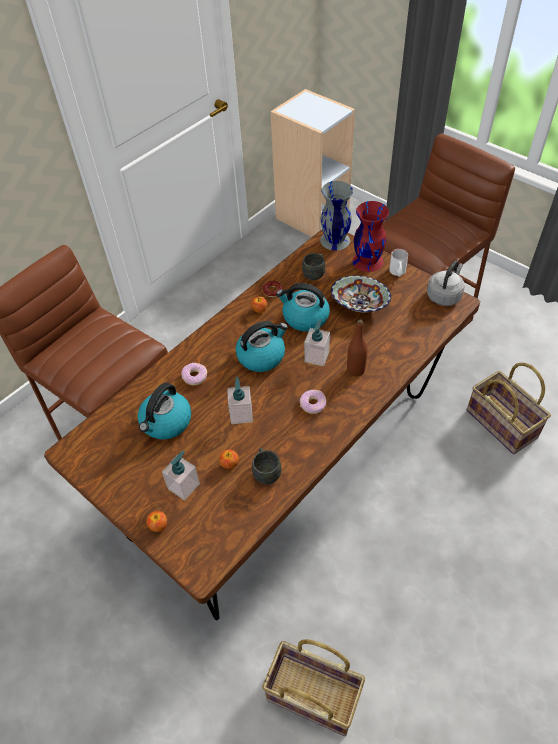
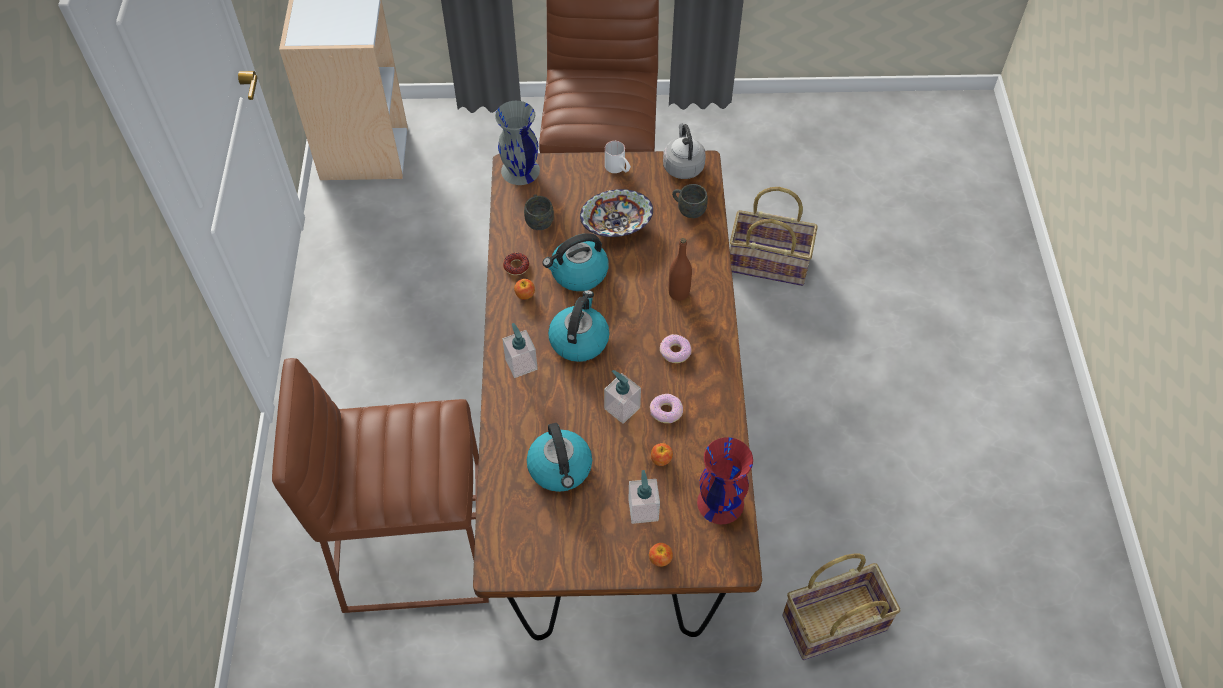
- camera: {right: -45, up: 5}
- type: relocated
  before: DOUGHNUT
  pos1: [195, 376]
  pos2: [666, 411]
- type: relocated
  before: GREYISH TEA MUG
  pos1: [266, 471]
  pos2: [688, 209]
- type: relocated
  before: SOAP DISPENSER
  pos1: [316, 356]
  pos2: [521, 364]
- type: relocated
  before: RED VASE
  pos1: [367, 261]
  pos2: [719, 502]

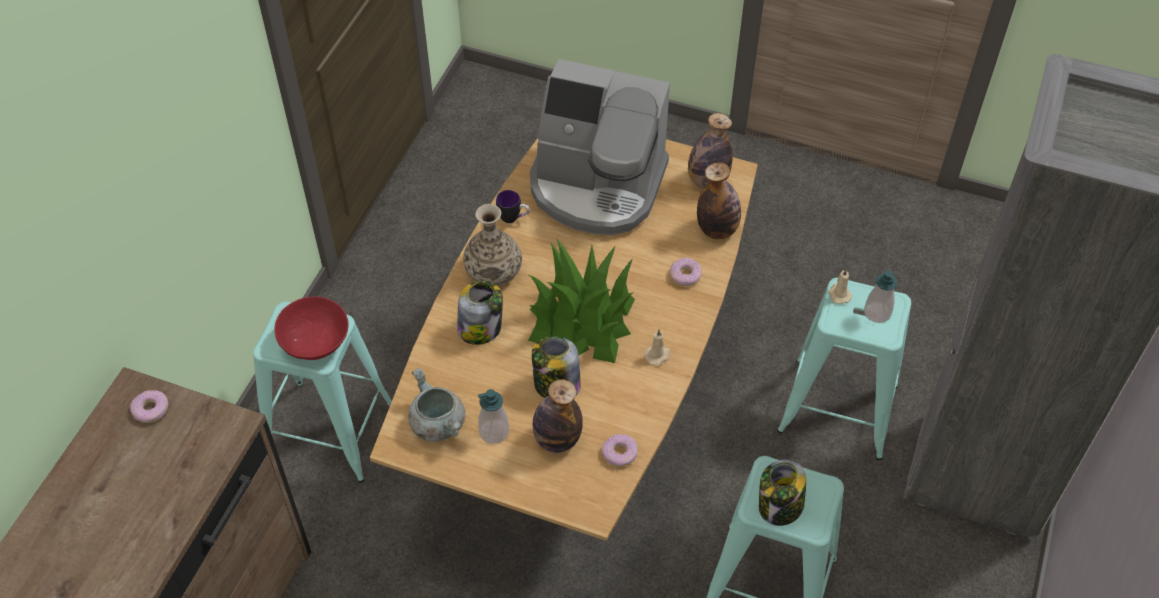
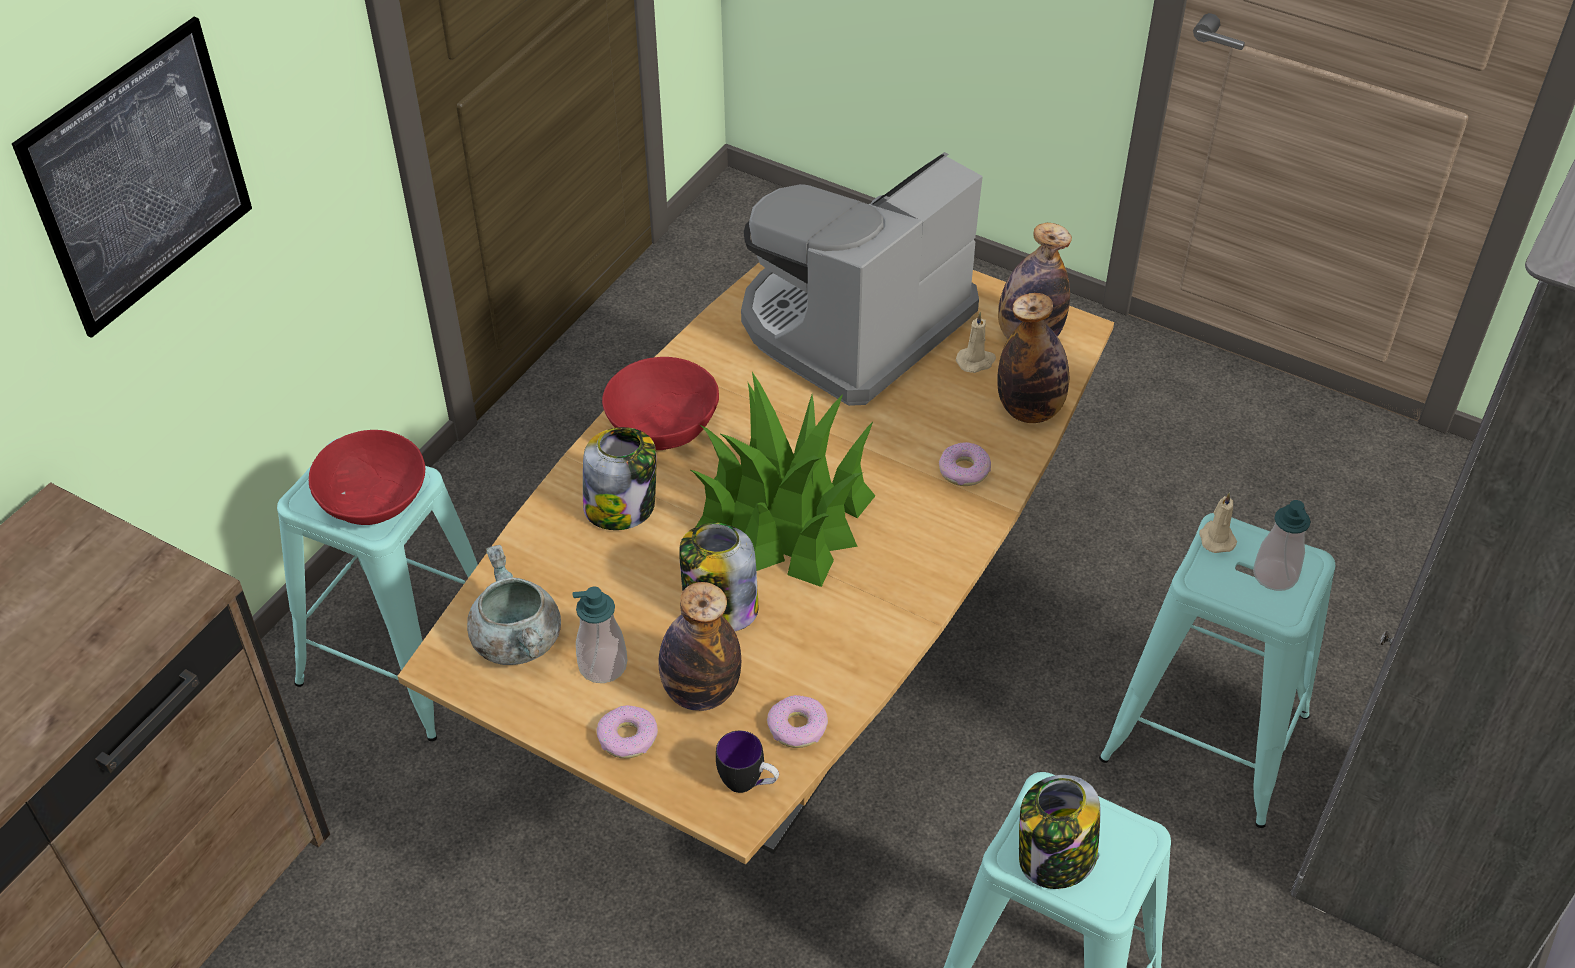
- camera: {right: 10, up: -5}
- type: relocated
  before: DOUGHNUT
  pos1: [151, 410]
  pos2: [628, 738]
- type: exchanged
  before: VASE
  after: RED SERVING BOWL
  pos1: [493, 271]
  pos2: [662, 427]
- type: relocated
  before: TEA MUG
  pos1: [513, 218]
  pos2: [748, 784]
- type: spun
  before: COFFEE BREWER
  pos1: [597, 186]
  pos2: [853, 325]
  turn: 105
- type: relocated
  before: BEIGE-COLOURED CANDLE
  pos1: [658, 355]
  pos2: [976, 361]
- type: appeared
  after: WALL ART
  pos2: [139, 177]

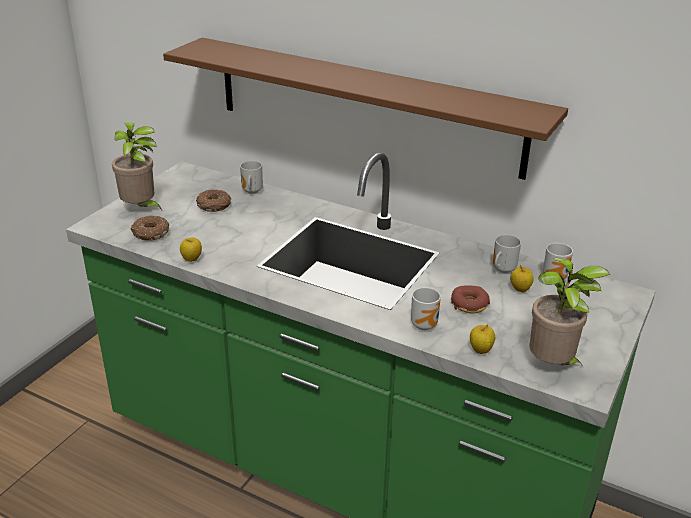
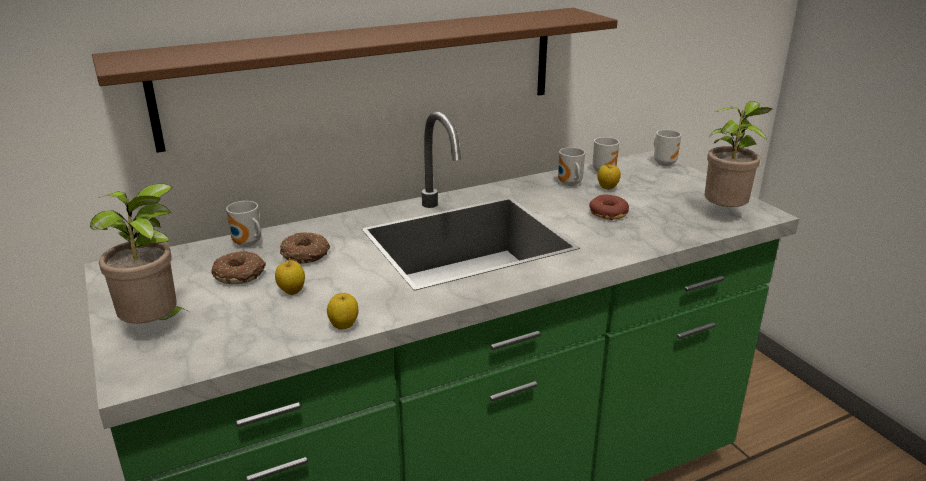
- camera: {right: -55, up: -5}
- type: relocated
  before: DOUGHNUT
  pos1: [150, 234]
  pos2: [305, 255]
- type: relocated
  before: TEA MUG
  pos1: [426, 325]
  pos2: [664, 163]
- type: relocated
  before: WHOLE APPLE
  pos1: [480, 350]
  pos2: [291, 292]

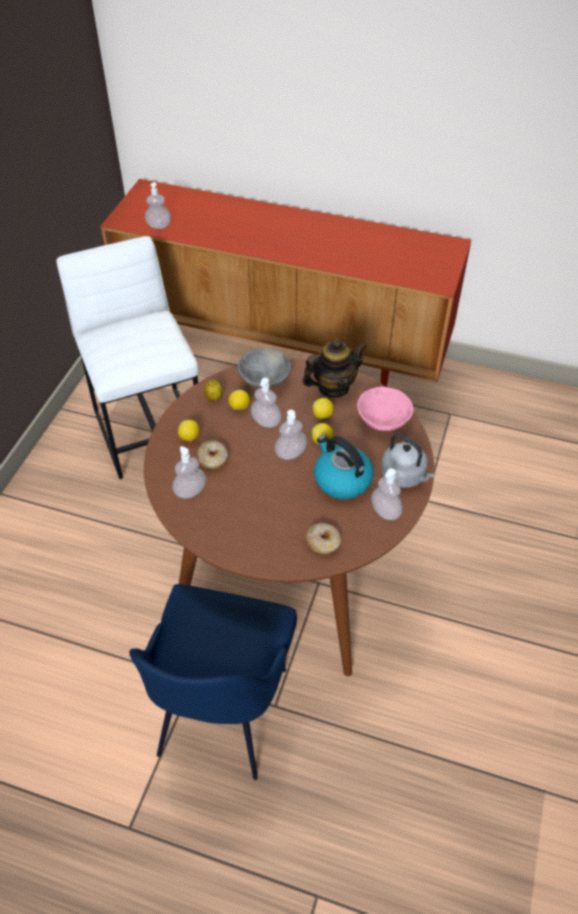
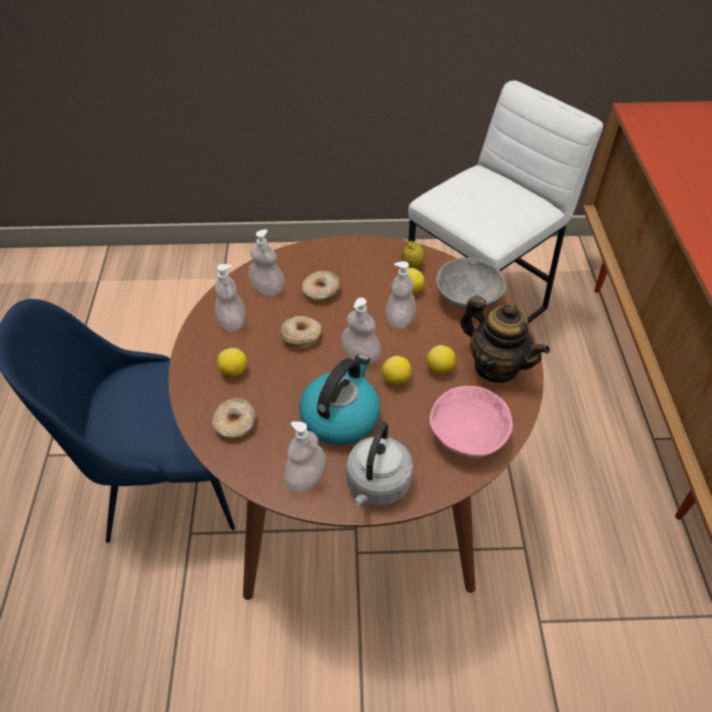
- camera: {right: 70, up: 0}
- type: relocated
  before: SOAP DISPENSER
  pos1: [159, 225]
  pos2: [232, 322]
- type: relocated
  before: CITRUS FRUIT
  pos1: [190, 438]
  pos2: [233, 371]
- type: appeared
  after: DOUGHNUT
  pos2: [301, 336]

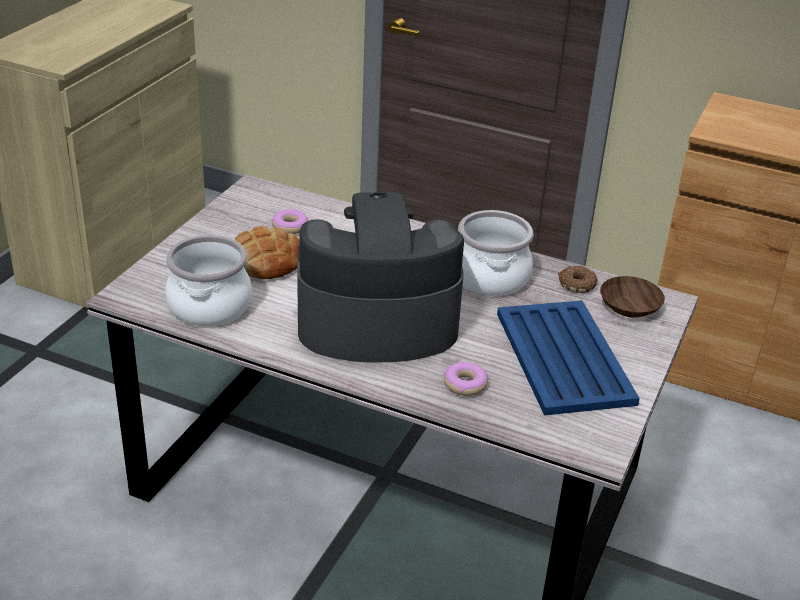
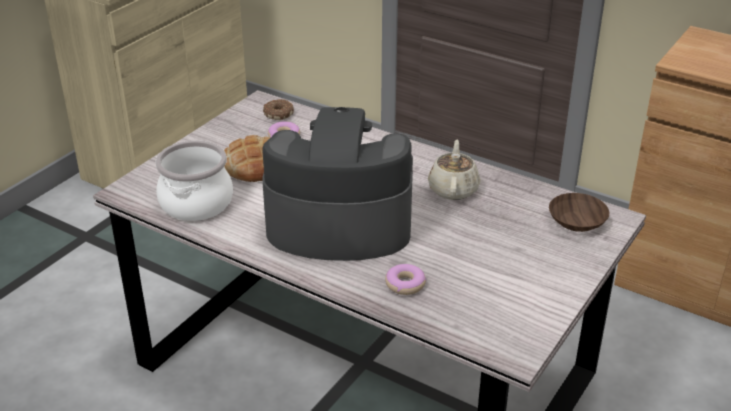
- camera: {right: 10, up: 0}
- type: exchanged
  before: SAUCEPOT
  after: BEIGE-COLOURED TEA POT
  pos1: [491, 277]
  pos2: [453, 189]
- type: missing
  before: BLUISH CARRYING TRAY
  pos1: [564, 359]
- type: relocated
  before: DOUGHNUT
  pos1: [576, 284]
  pos2: [278, 114]

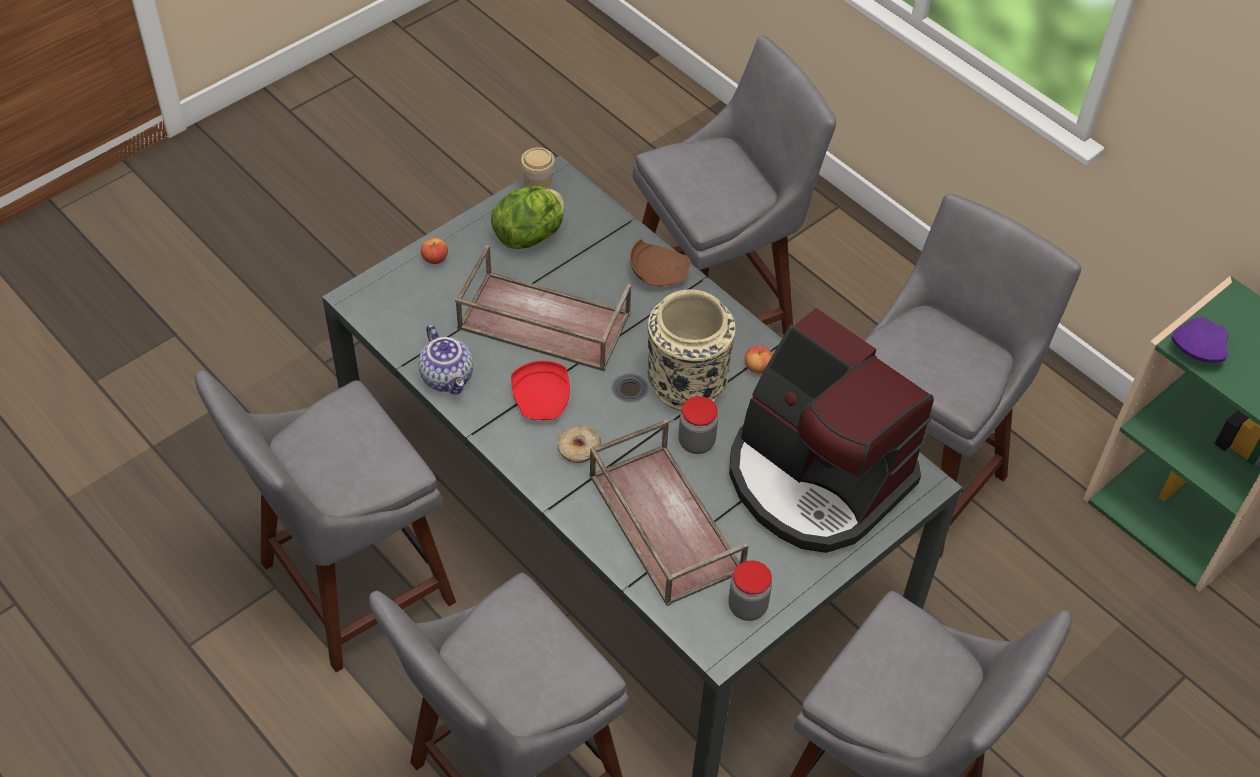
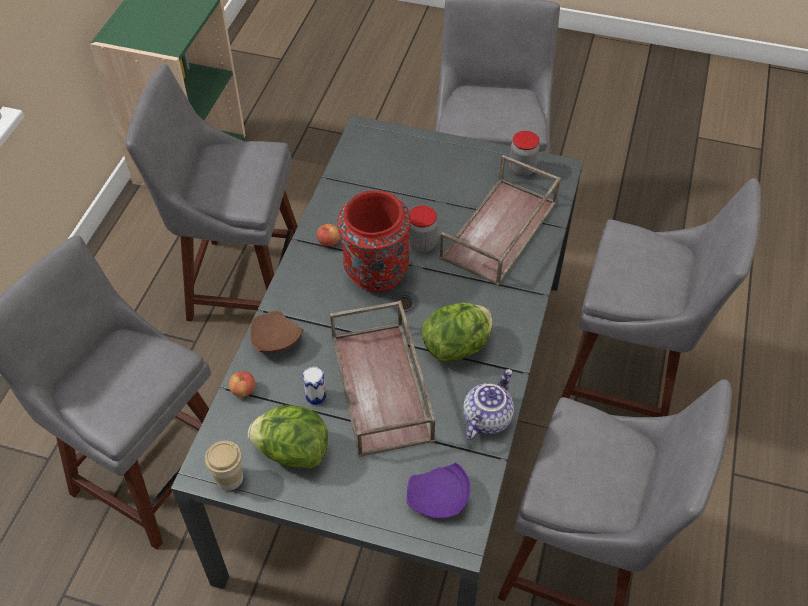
- camera: {right: -120, up: 0}
- type: relocated
  before: WHOLE APPLE
  pos1: [435, 259]
  pos2: [243, 390]
- type: exchanged
  before: RED FLAT DISH
  after: LETTUCE
  pos1: [542, 400]
  pos2: [457, 346]
- type: missing
  before: DOUGHNUT
  pos1: [579, 449]
- type: colour
  before: BEIGE-COLOURED VASE
  after: RED VASE
  pos1: [686, 384]
  pos2: [376, 272]
- type: missing
  before: COFFEE BREWER
  pos1: [816, 478]
- type: relocated
  before: PURPLE FLAT DISH
  pos1: [1196, 349]
  pos2: [438, 499]
- type: appeared
  after: SEALED CAN
  pos2: [316, 396]

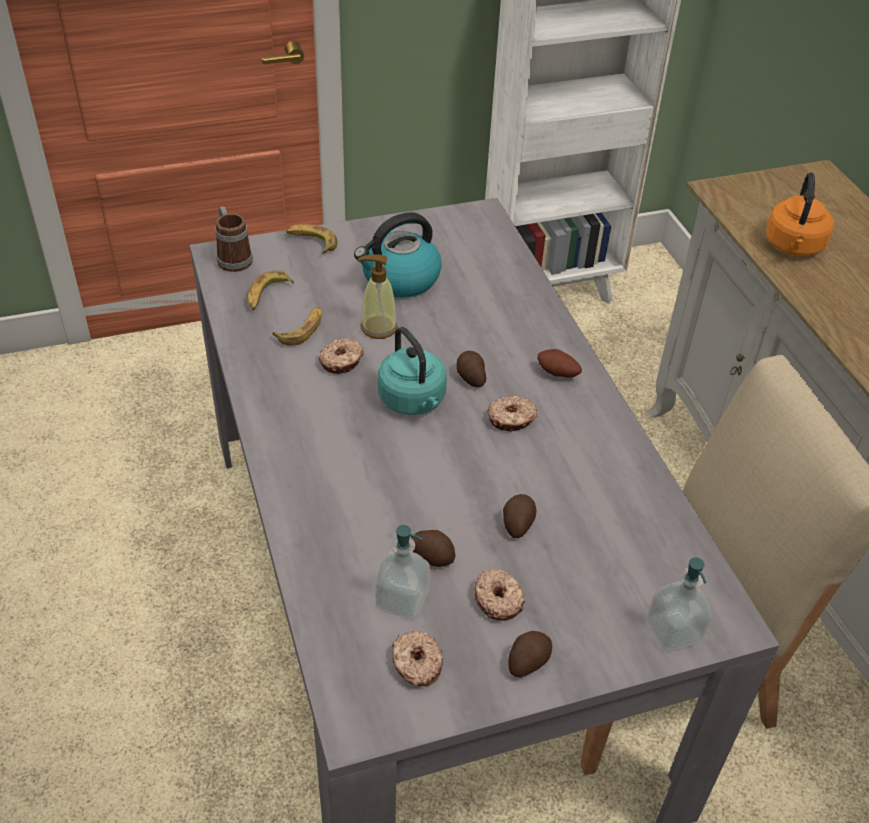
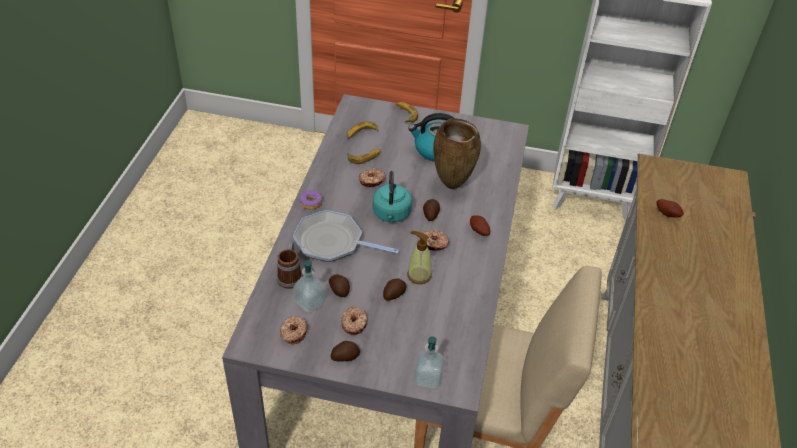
- camera: {right: 30, up: 0}
- type: relocated
  before: TEA MUG
  pos1: [232, 257]
  pos2: [290, 275]
- type: relocated
  before: SOAP DISPENSER
  pos1: [378, 327]
  pos2: [419, 275]
- type: exchanged
  before: ORANGE-COLOURED TEA KETTLE
  after: POTATO
  pos1: [793, 247]
  pos2: [668, 213]
- type: appeared
  after: FRYING PAN
  pos2: [332, 242]
- type: appeared
  after: DOUGHNUT
  pos2: [310, 203]
- type: appeared
  after: BROWN VASE
  pos2: [453, 185]

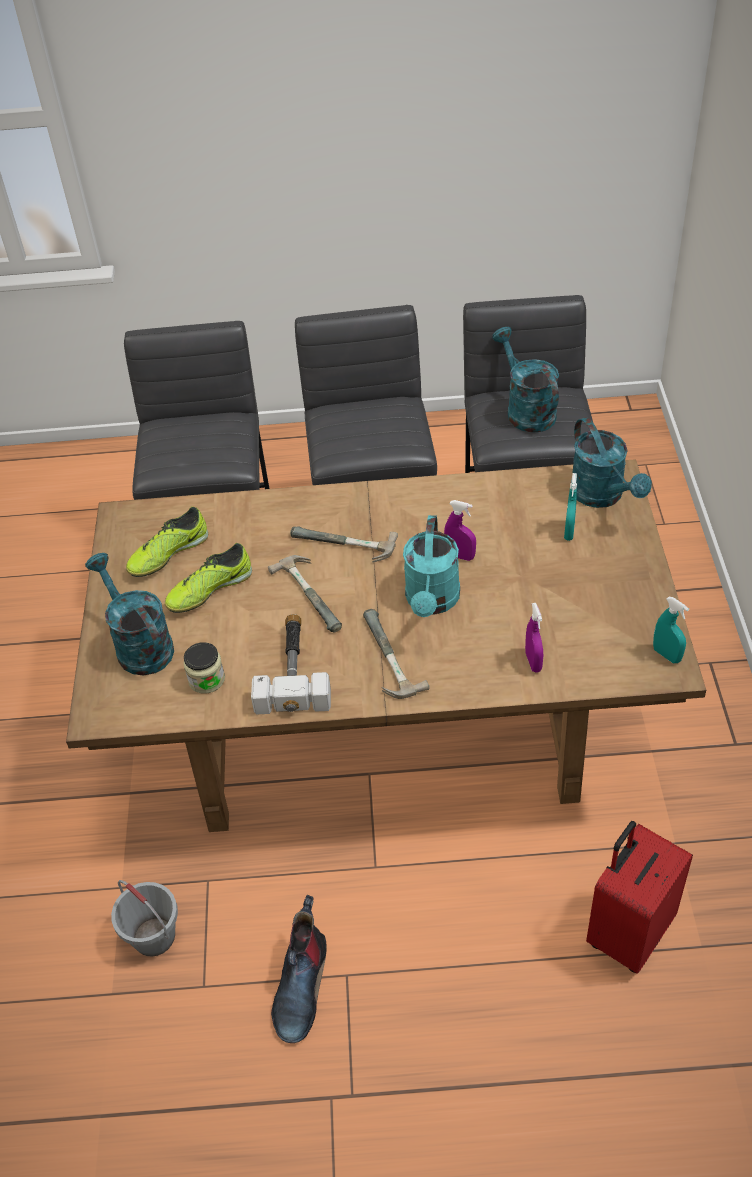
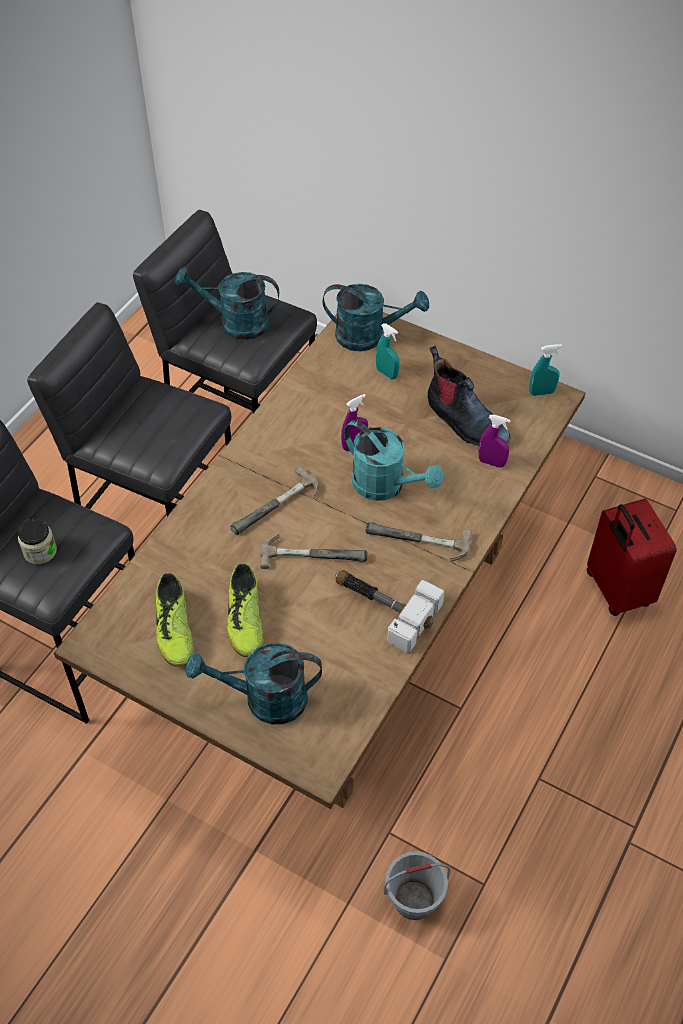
- camera: {right: -60, up: 5}
- type: relocated
  before: STORAGE JAR
  pos1: [206, 679]
  pos2: [40, 551]
- type: relocated
  before: TALL BOOT
  pos1: [301, 986]
  pos2: [464, 421]

